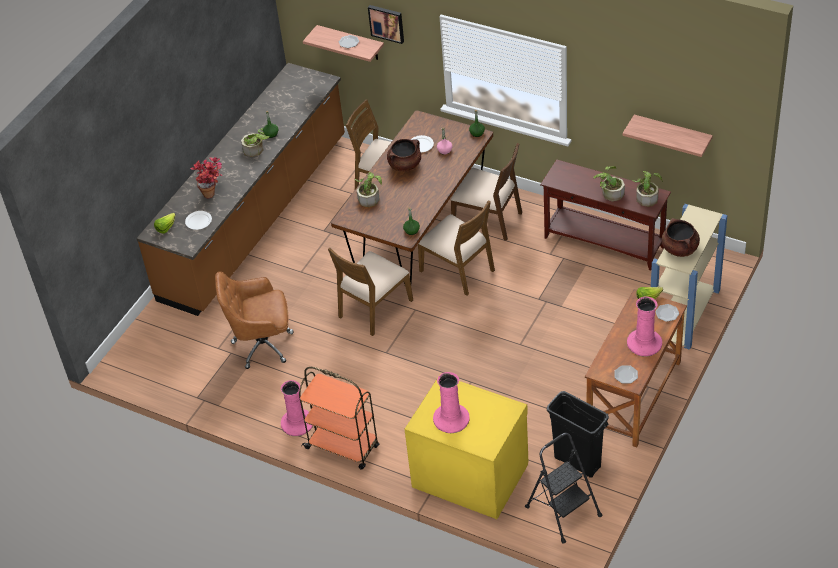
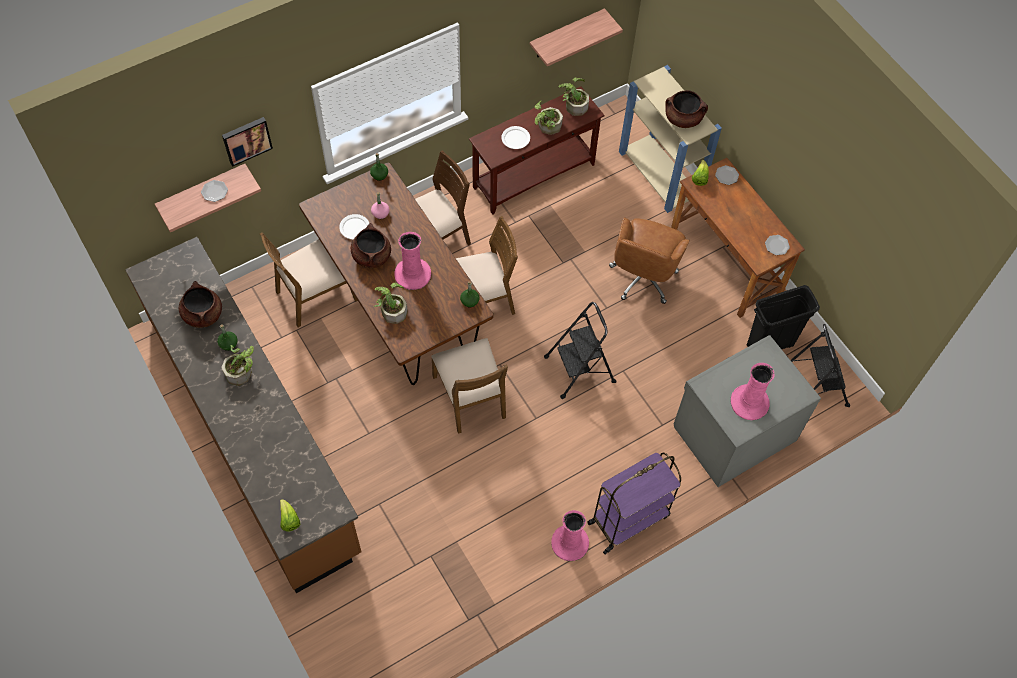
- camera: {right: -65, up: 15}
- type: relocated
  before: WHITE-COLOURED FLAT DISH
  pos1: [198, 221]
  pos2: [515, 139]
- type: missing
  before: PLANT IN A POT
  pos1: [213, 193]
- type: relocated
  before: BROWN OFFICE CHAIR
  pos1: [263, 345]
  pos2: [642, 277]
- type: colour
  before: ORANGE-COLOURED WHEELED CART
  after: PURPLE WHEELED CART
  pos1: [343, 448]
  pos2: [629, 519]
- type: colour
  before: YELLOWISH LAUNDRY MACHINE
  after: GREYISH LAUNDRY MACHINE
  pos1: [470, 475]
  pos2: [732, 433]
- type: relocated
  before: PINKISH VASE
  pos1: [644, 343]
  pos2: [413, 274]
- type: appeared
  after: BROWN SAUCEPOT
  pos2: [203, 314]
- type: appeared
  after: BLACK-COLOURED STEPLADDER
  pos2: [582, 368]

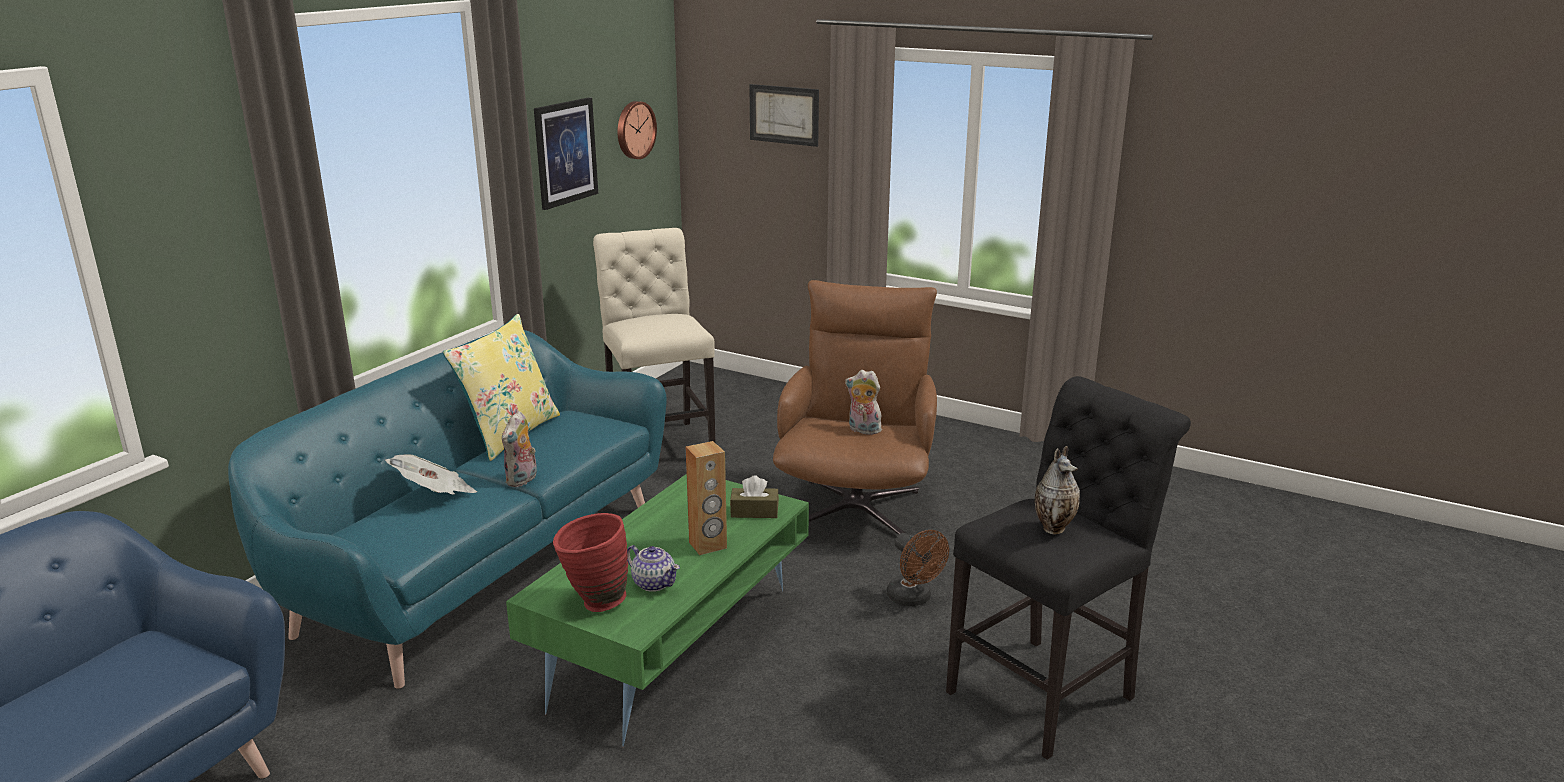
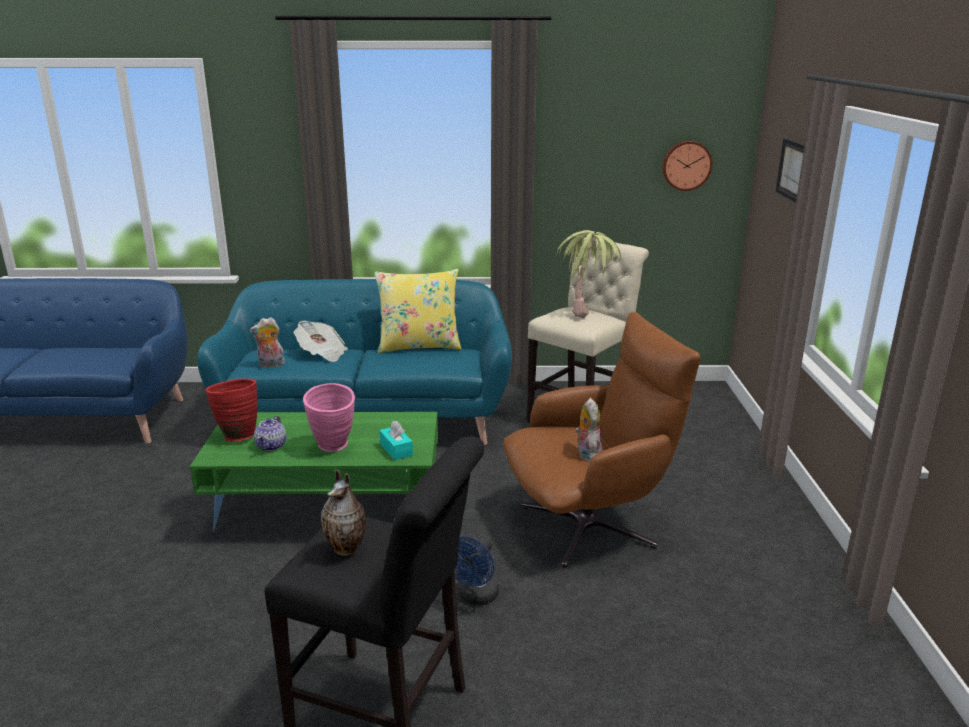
- camera: {right: 60, up: 0}
- type: relocated
  before: SOFT TOY
  pos1: [522, 480]
  pos2: [270, 365]
- type: missing
  before: WALL ART
  pos1: [565, 152]
- type: exchanged
  before: BROWN LOUDSPEAKER
  after: PINKISH VASE
  pos1: [708, 545]
  pos2: [334, 448]
- type: colour
  before: BROWN TISSUE BOX
  after: BLUE-GREEN TISSUE BOX
  pos1: [754, 512]
  pos2: [396, 450]
- type: colour
  before: BROWN ELECTRIC FAN
  after: BLUISH ELECTRIC FAN
  pos1: [914, 599]
  pos2: [475, 597]
- type: appeared
  after: PLANT IN A POT
  pos2: [587, 311]

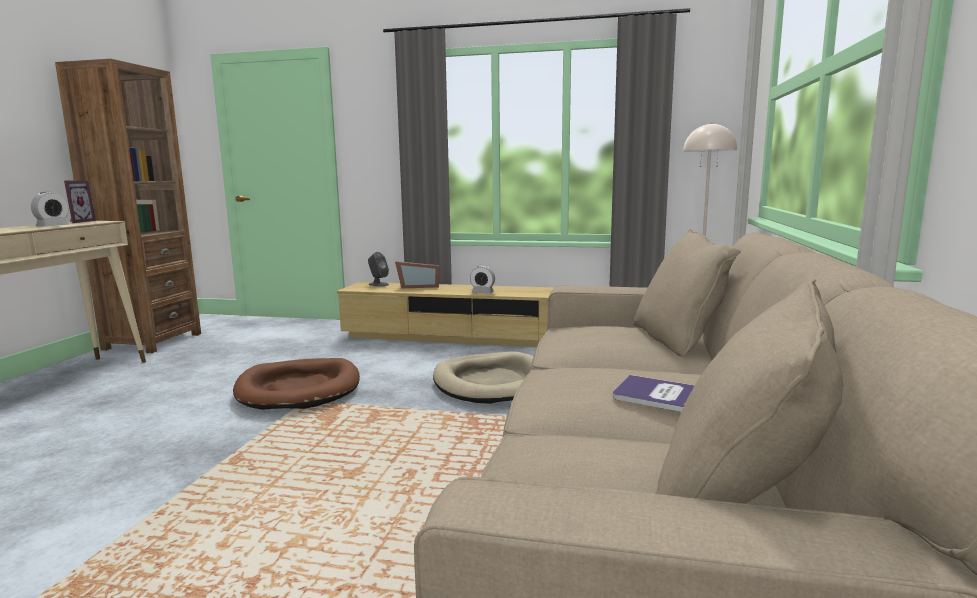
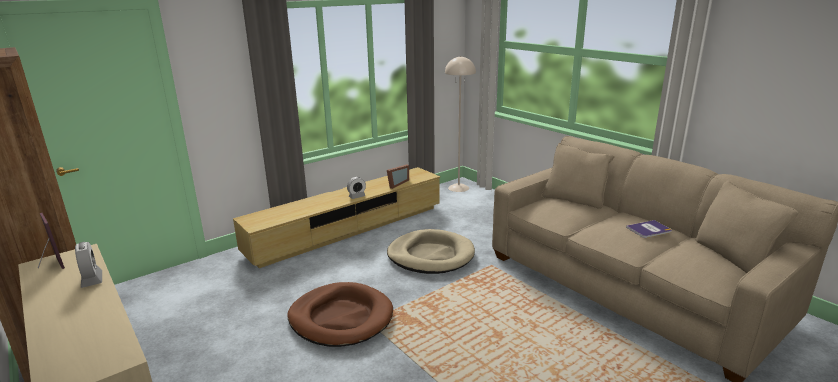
- camera: {right: -50, up: 10}
- type: missing
  before: GREYISH LOUDSPEAKER
  pos1: [378, 284]
- type: relocated
  before: STANDING FRAME
  pos1: [418, 286]
  pos2: [396, 184]

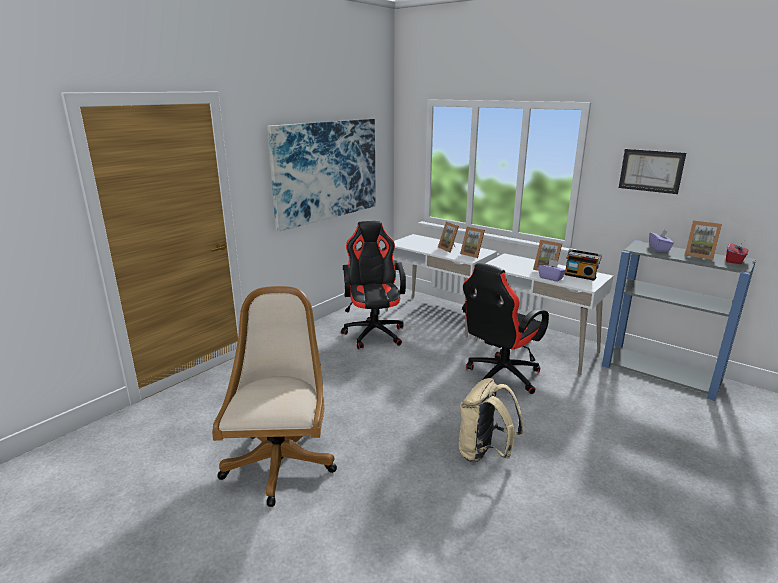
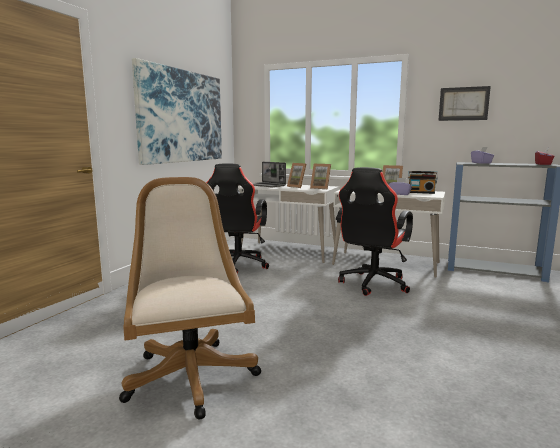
- camera: {right: -15, up: -10}
- type: spun
  before: BLACK-COLOURED OFFICE CHAIR
  pos1: [374, 333]
  pos2: [237, 267]
  turn: -150
- type: missing
  before: BEIGE-COLOURED KNAPSACK
  pos1: [484, 453]
- type: missing
  before: STANDING FRAME
  pos1: [699, 255]
- type: appeared
  after: LAPTOP
  pos2: [267, 185]

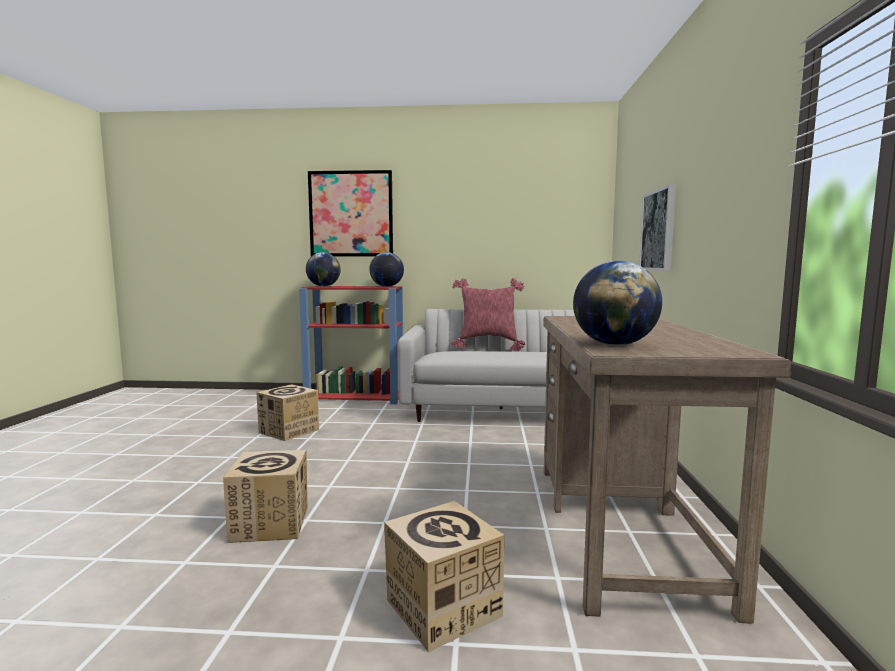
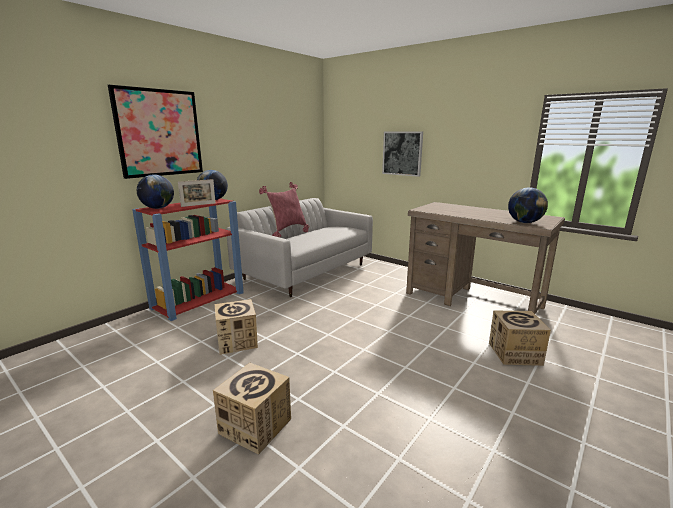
- camera: {right: -55, up: 10}
- type: relocated
  before: CARDBOARD BOX
  pos1: [270, 523]
  pos2: [255, 426]
- type: appeared
  after: STANDING FRAME
  pos2: [198, 205]

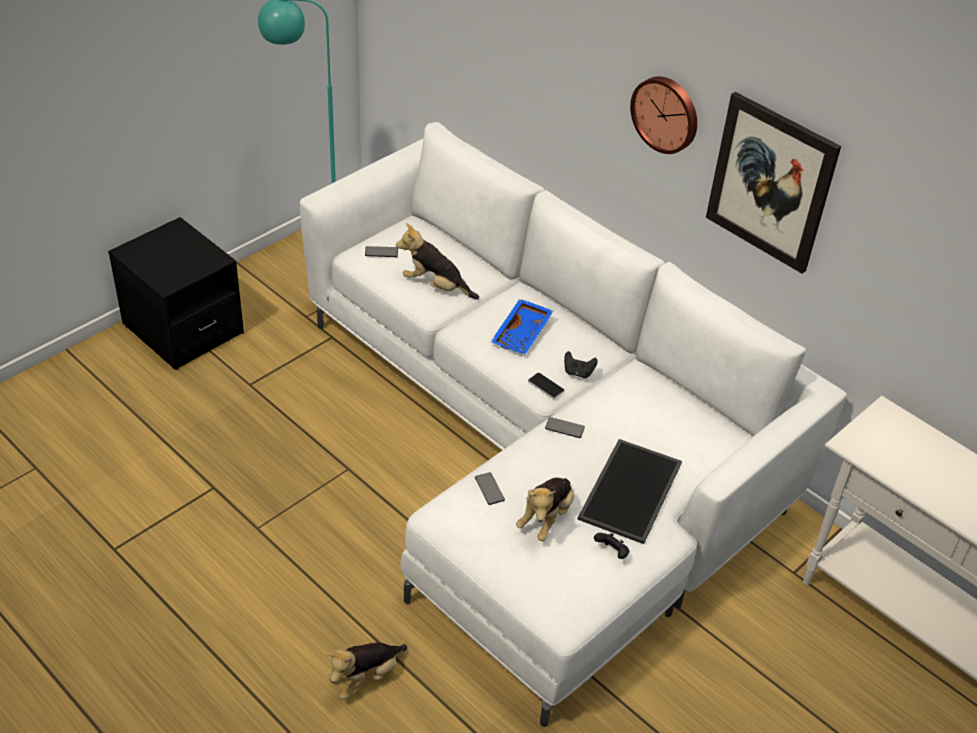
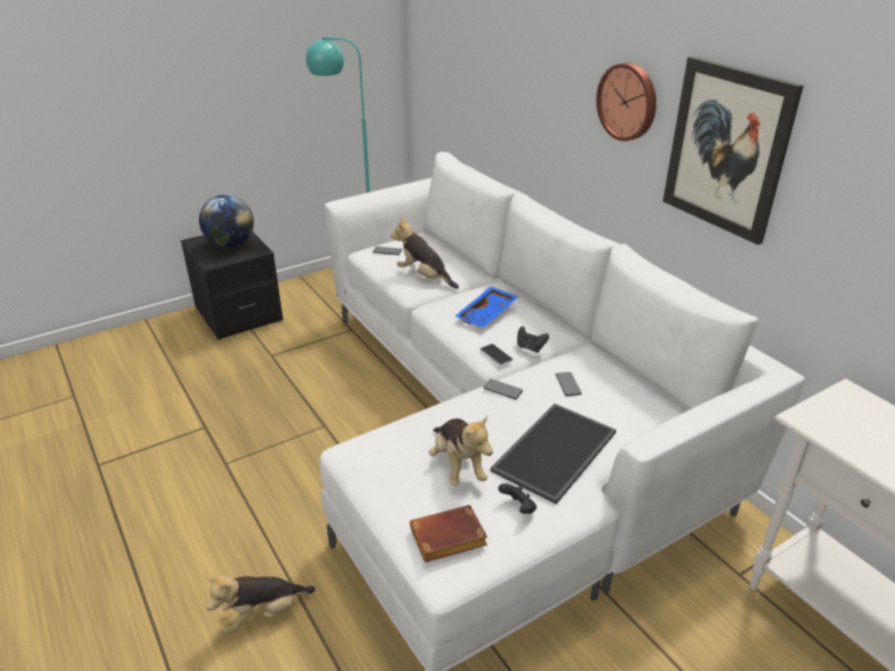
- camera: {right: 15, up: -10}
- type: relocated
  before: TELEPHONE
  pos1: [489, 489]
  pos2: [568, 384]
- type: spun
  before: SOFT TOY
  pos1: [546, 518]
  pos2: [458, 466]
  turn: -60
- type: appeared
  after: WORLD GLOBE
  pos2: [231, 245]
- type: appeared
  after: BROWN BOUND BOOK
  pos2: [446, 540]

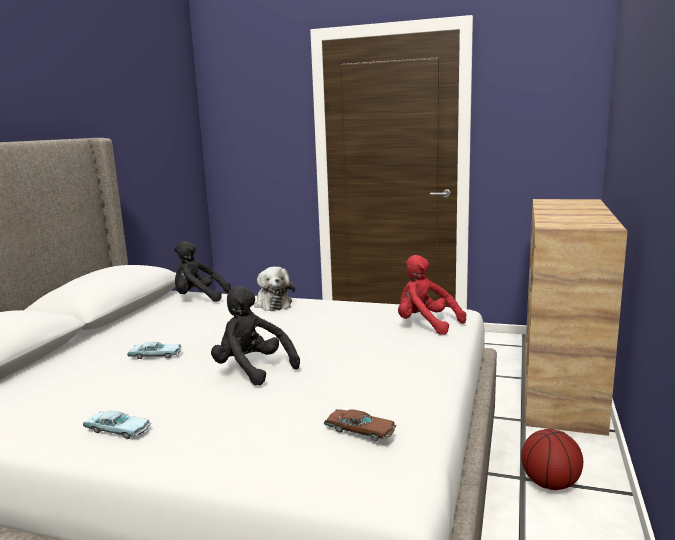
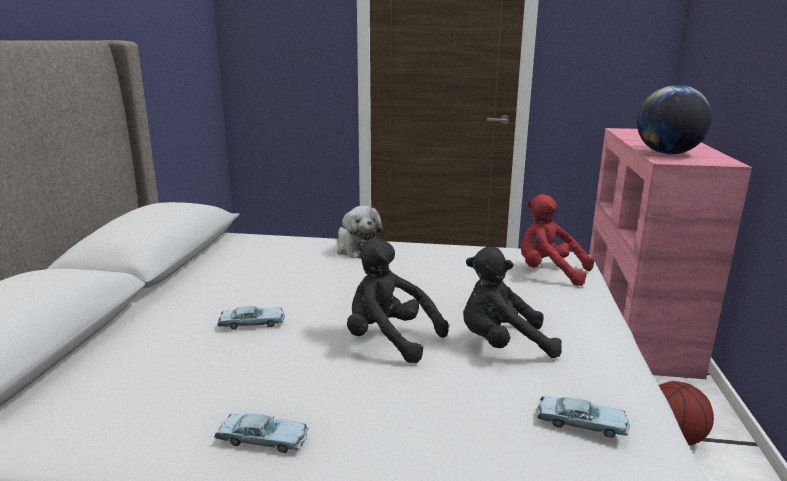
- camera: {right: -10, up: 5}
- type: relocated
  before: BLACK-COLOURED SOFT TOY
  pos1: [199, 298]
  pos2: [502, 345]
- type: colour
  before: BROWN MINIATURE CAR
  after: BLUISH MINIATURE CAR
  pos1: [359, 430]
  pos2: [581, 423]
- type: colour
  before: BROWN BOOKCASE
  after: PINKISH BOOKCASE
  pos1: [562, 386]
  pos2: [637, 326]
- type: appeared
  after: WORLD GLOBE
  pos2: [668, 153]

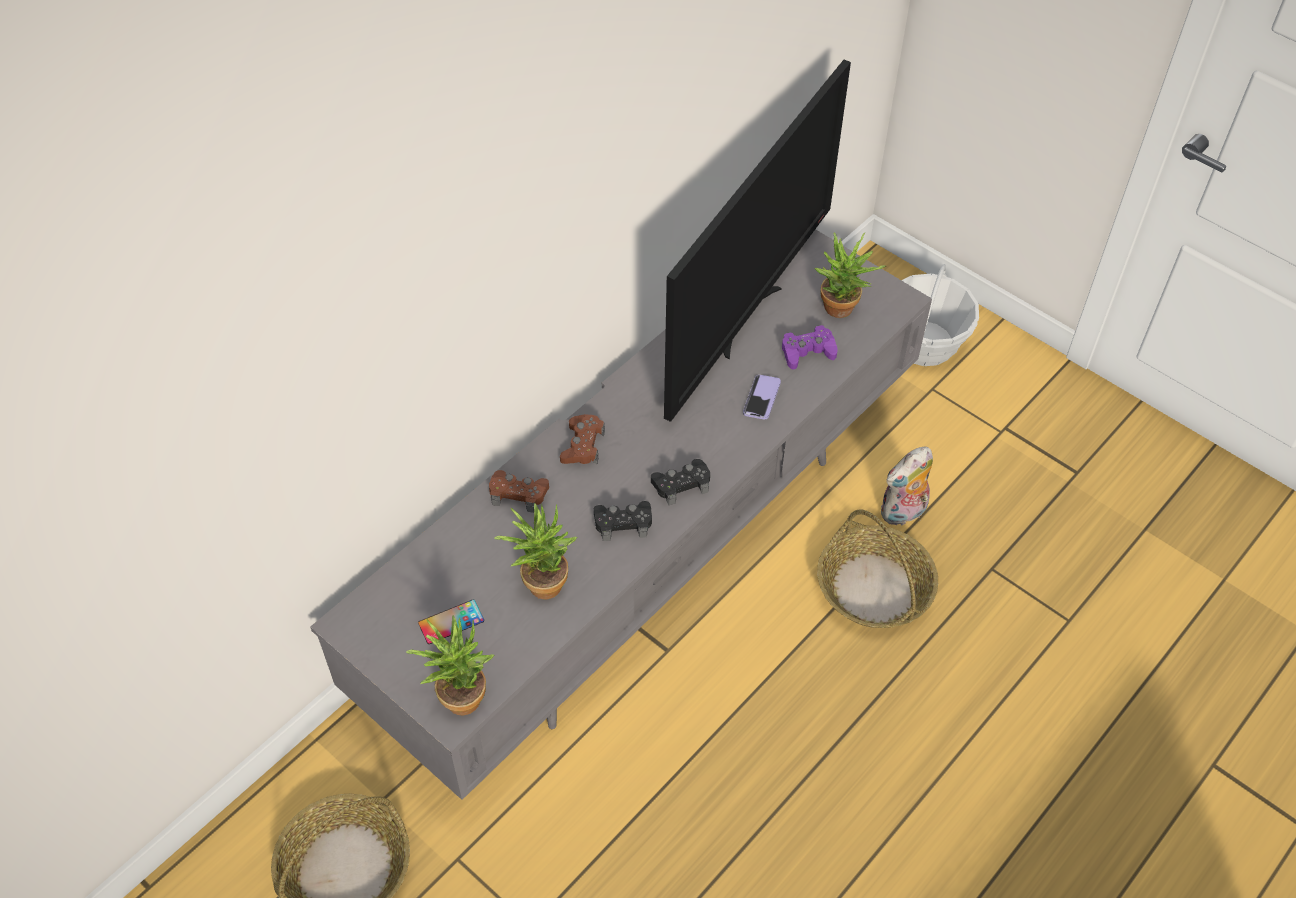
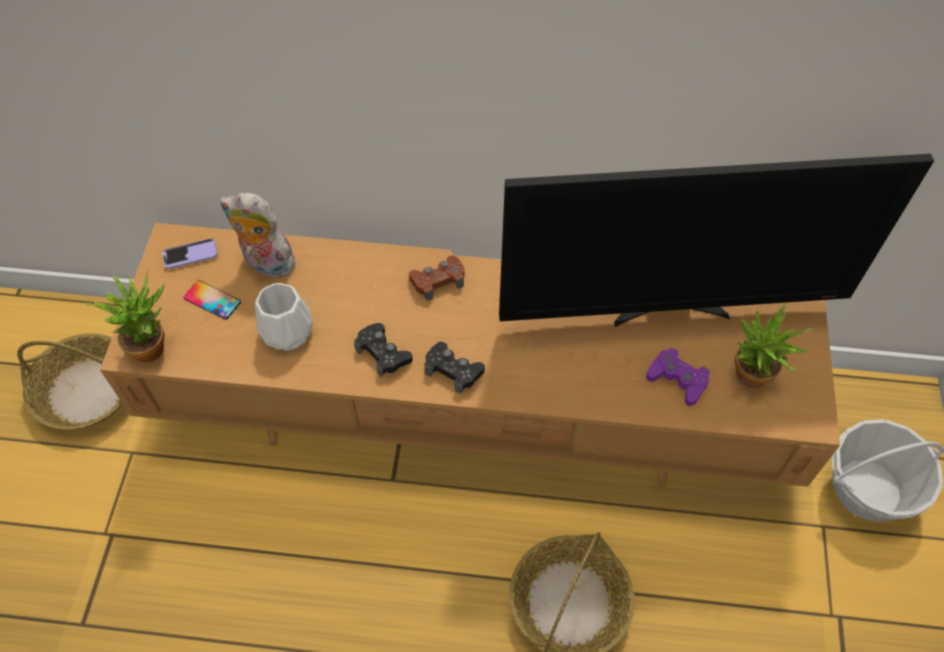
- camera: {right: 55, up: 5}
- type: colour
  before: GREYISH TV STAND
  after: BROWN TV STAND
  pos1: [645, 548]
  pos2: [472, 407]
- type: missing
  before: BROWN GAMEPAD
  pos1: [518, 494]
- type: exchanged
  before: PLANT IN A POT
  after: WHITE-COLOURED VASE
  pos1: [541, 580]
  pos2: [288, 332]
- type: relocated
  before: TELEPHONE
  pos1: [761, 398]
  pos2: [190, 255]
- type: relocated
  before: SOFT TOY
  pos1: [903, 513]
  pos2: [266, 264]

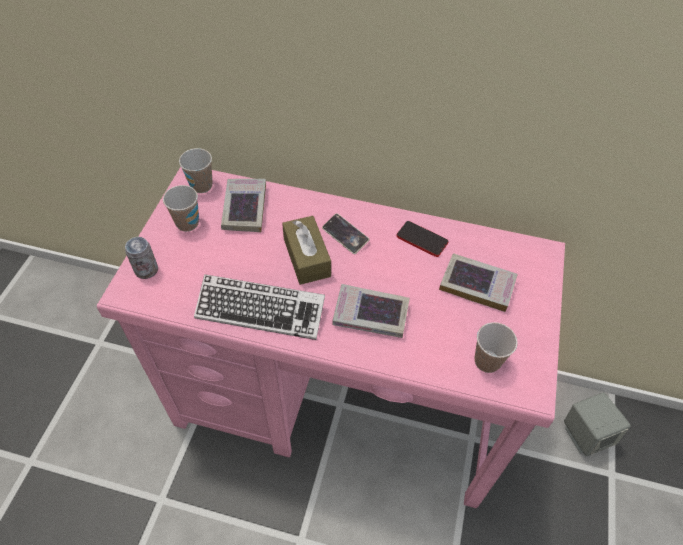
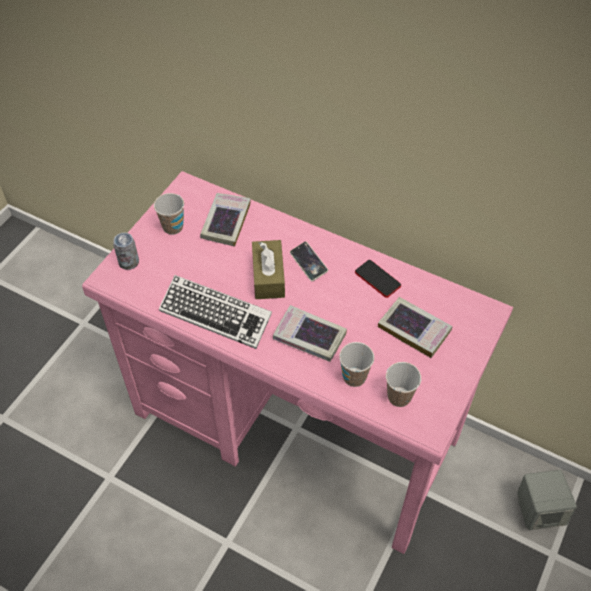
- camera: {right: 15, up: 0}
- type: relocated
  before: DRINKING CUP
  pos1: [201, 186]
  pos2: [354, 377]

